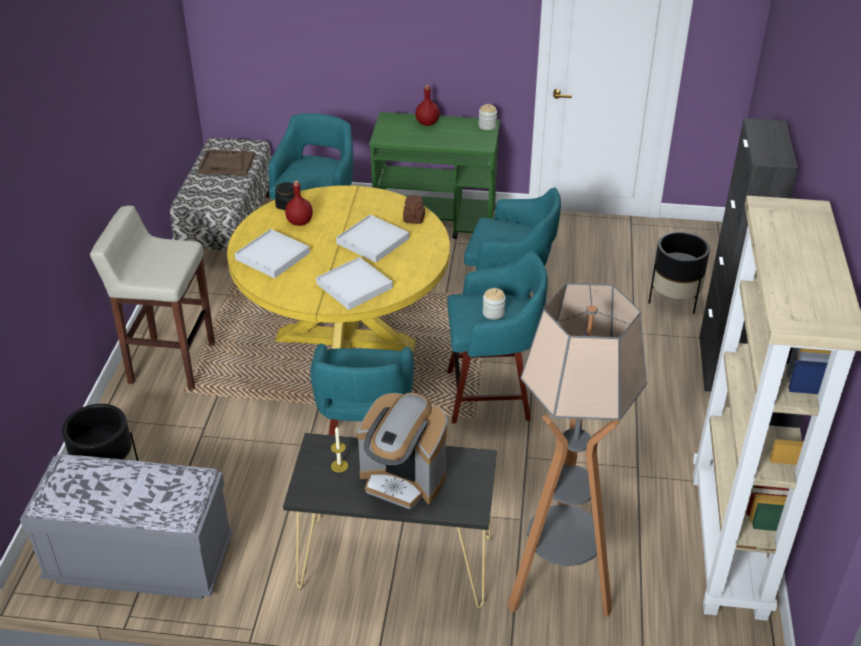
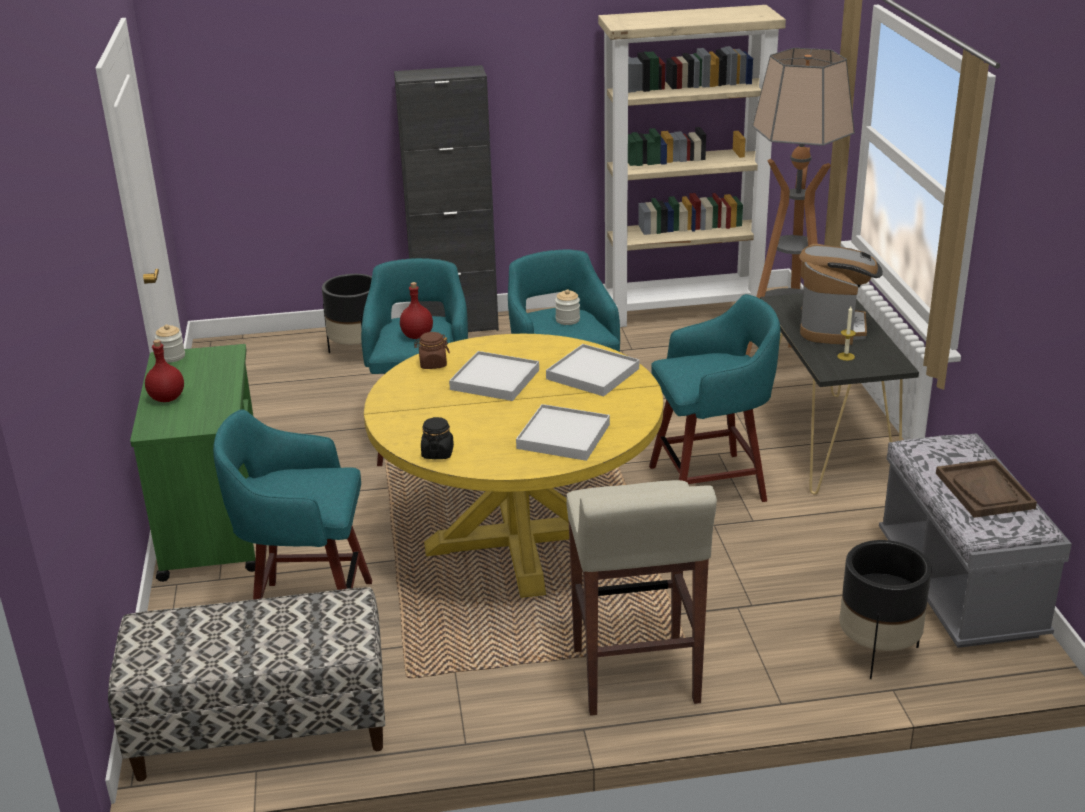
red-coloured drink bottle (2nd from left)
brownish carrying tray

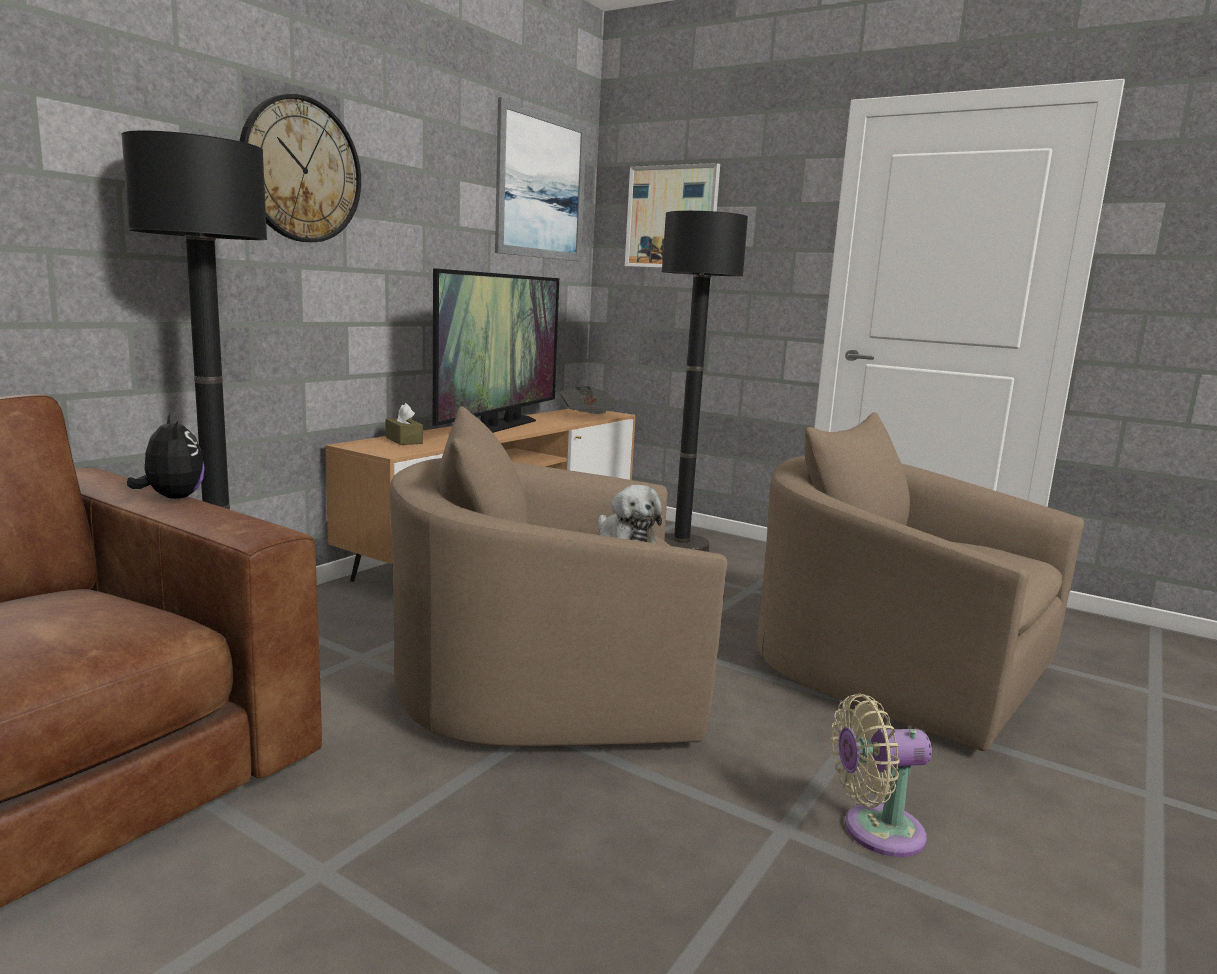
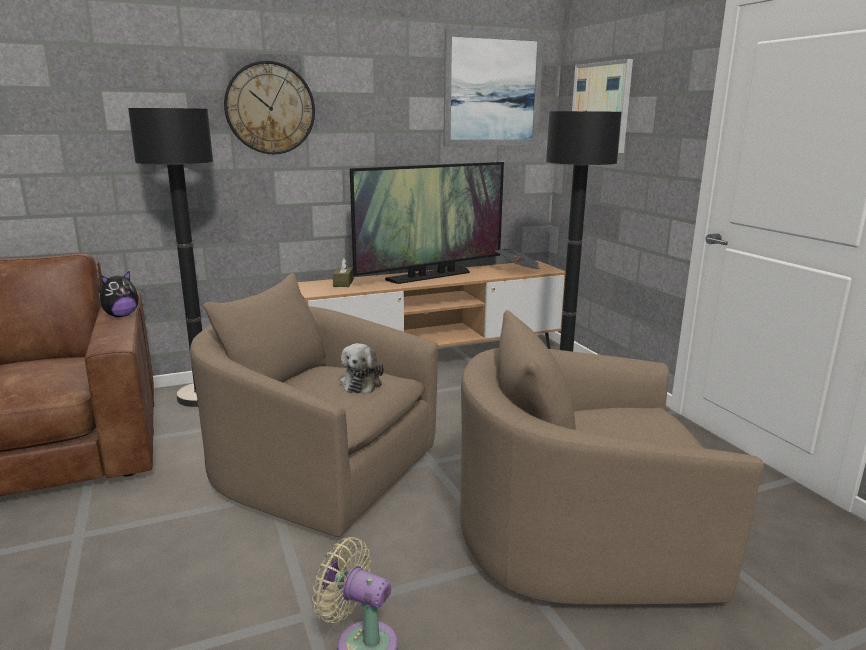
cuddly toy (1st from left)
sand-coloured easy chair (2nd from left)

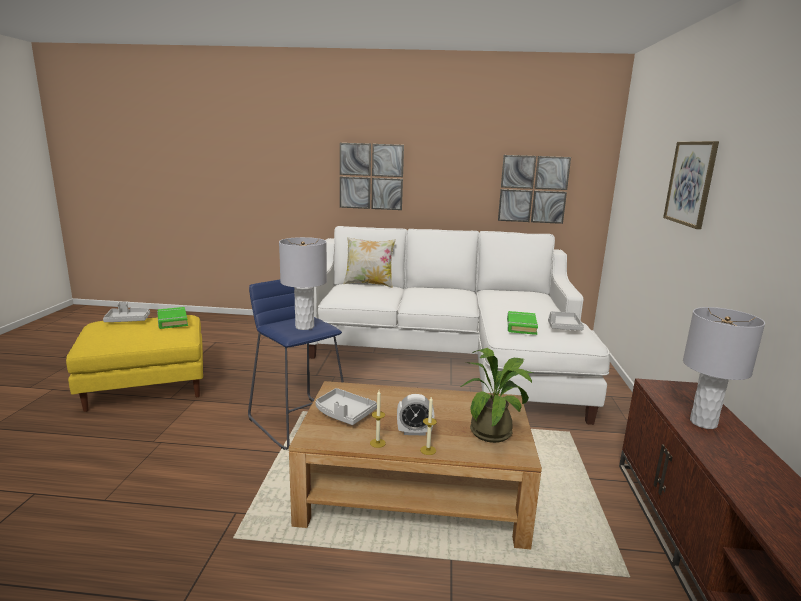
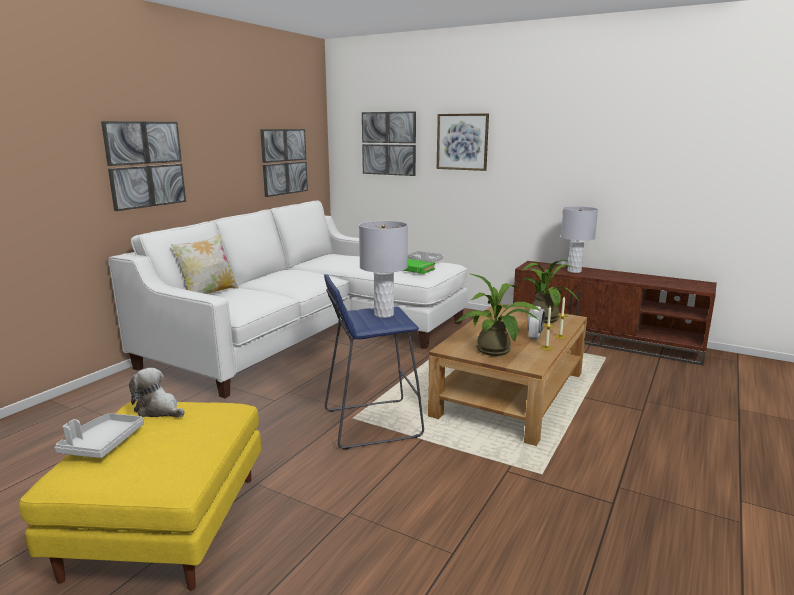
cuddly toy
wall art (3rd from left)
potted plant (1st from left)

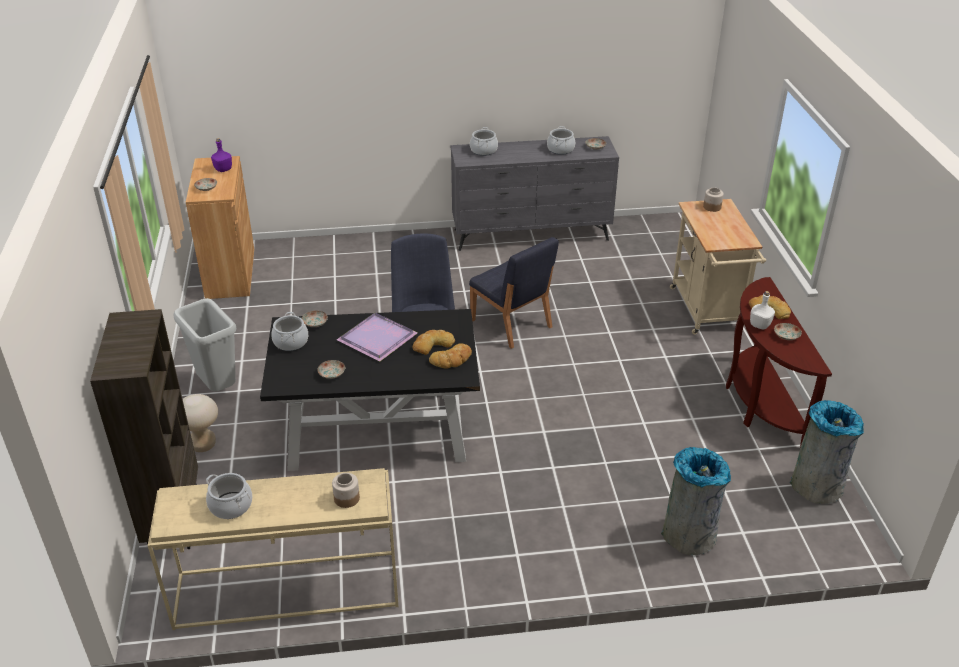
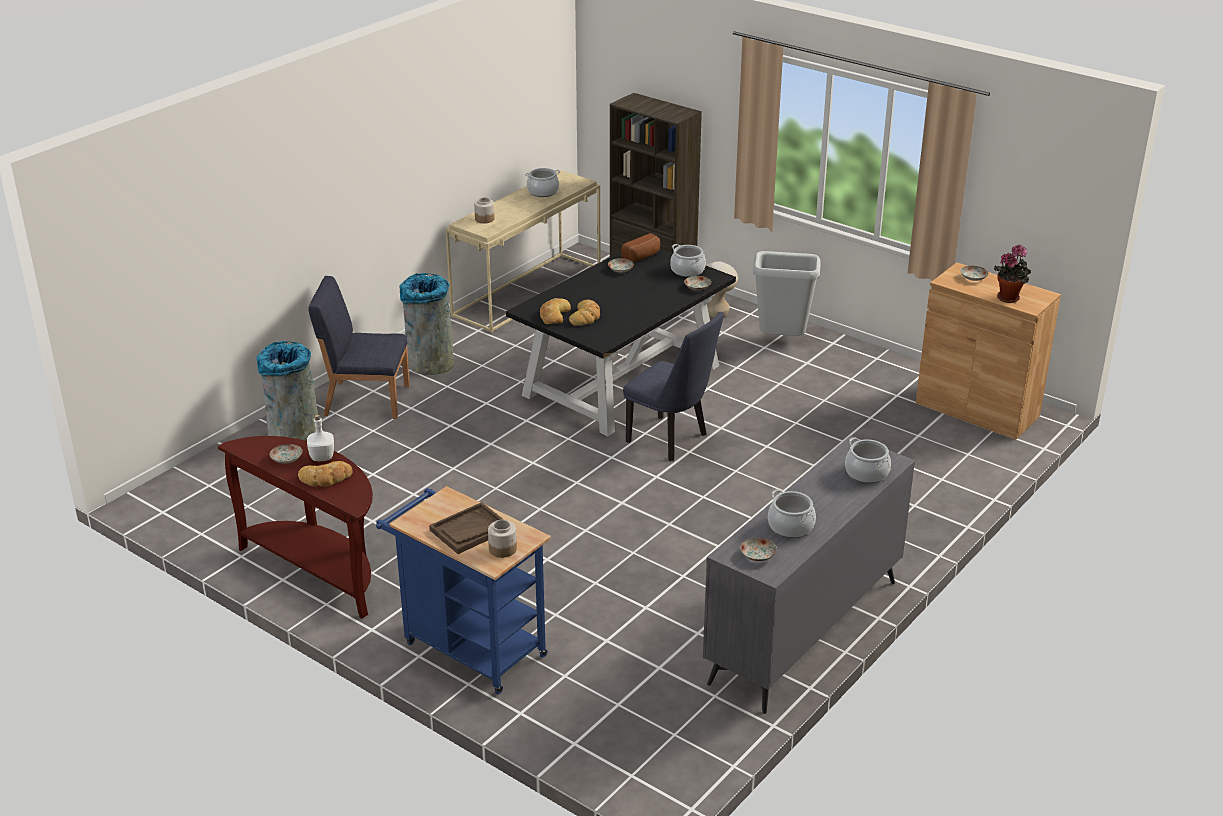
blue-coloured chair (1st from left)
blue-coloured wheeled cart
grey rubbish bin (2nd from left)
brownish carrying tray
baked bread (4th from left)
potted plant
purple carrying tray

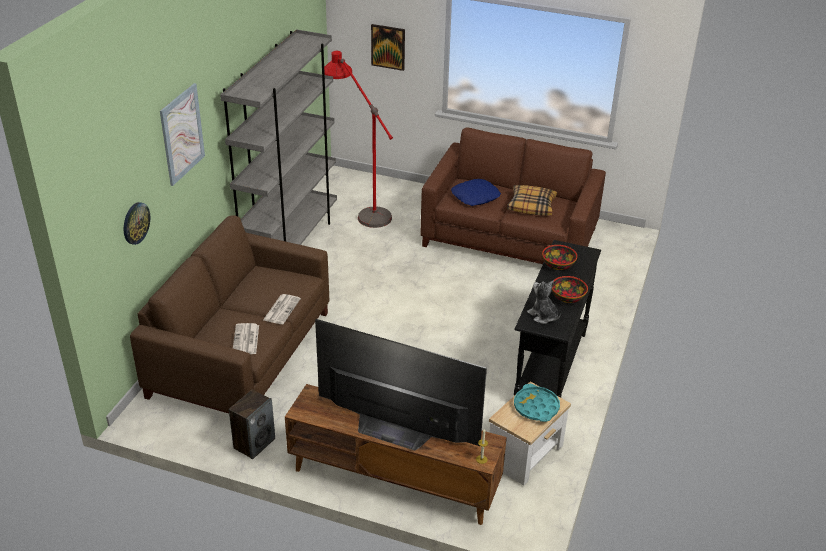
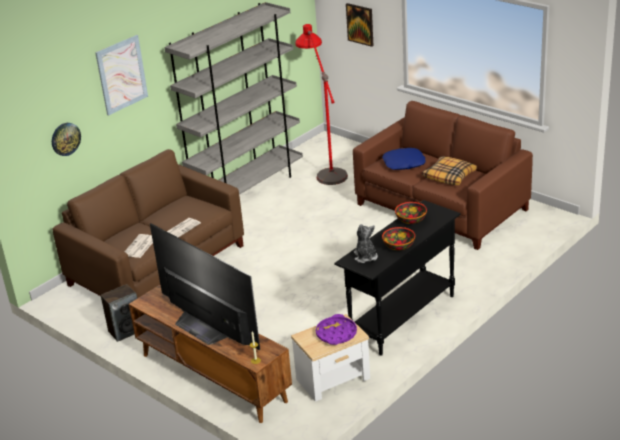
purple carrying tray

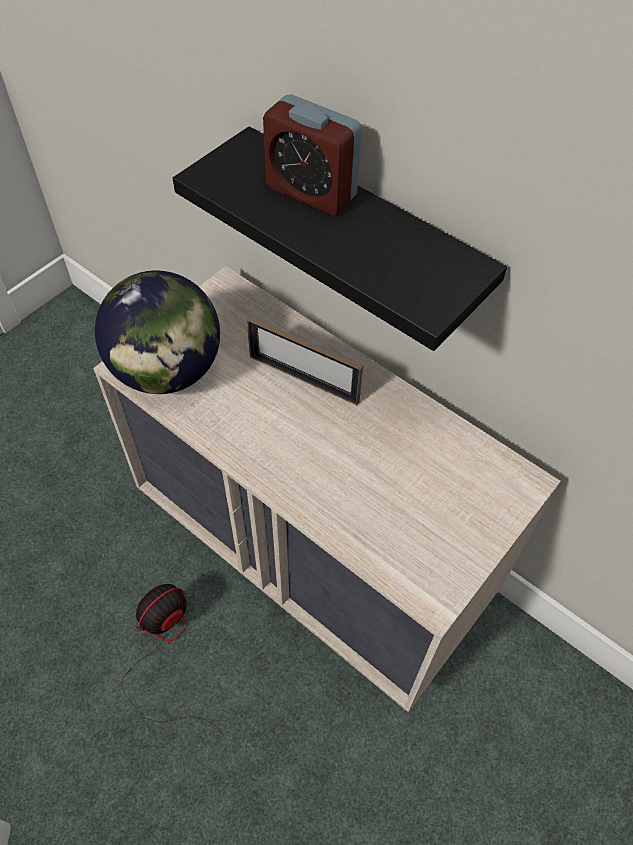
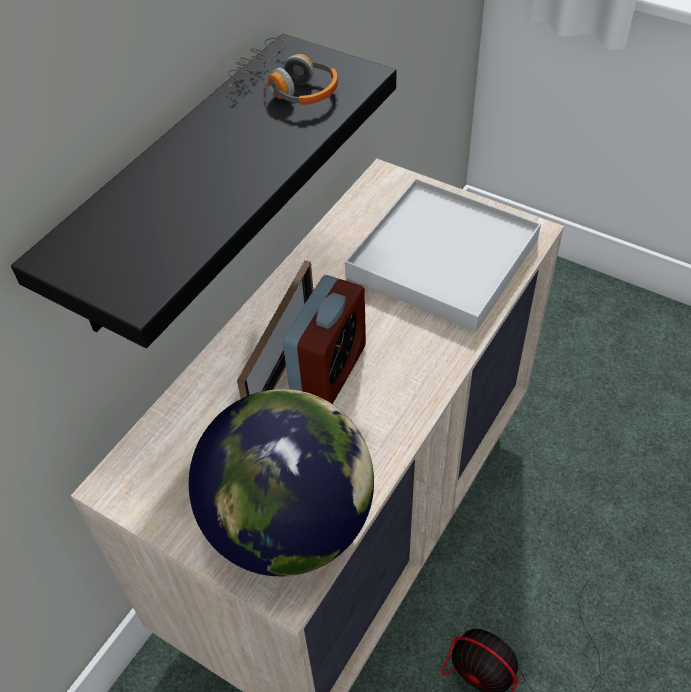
headset
bedside clock
white-coloured carrying tray

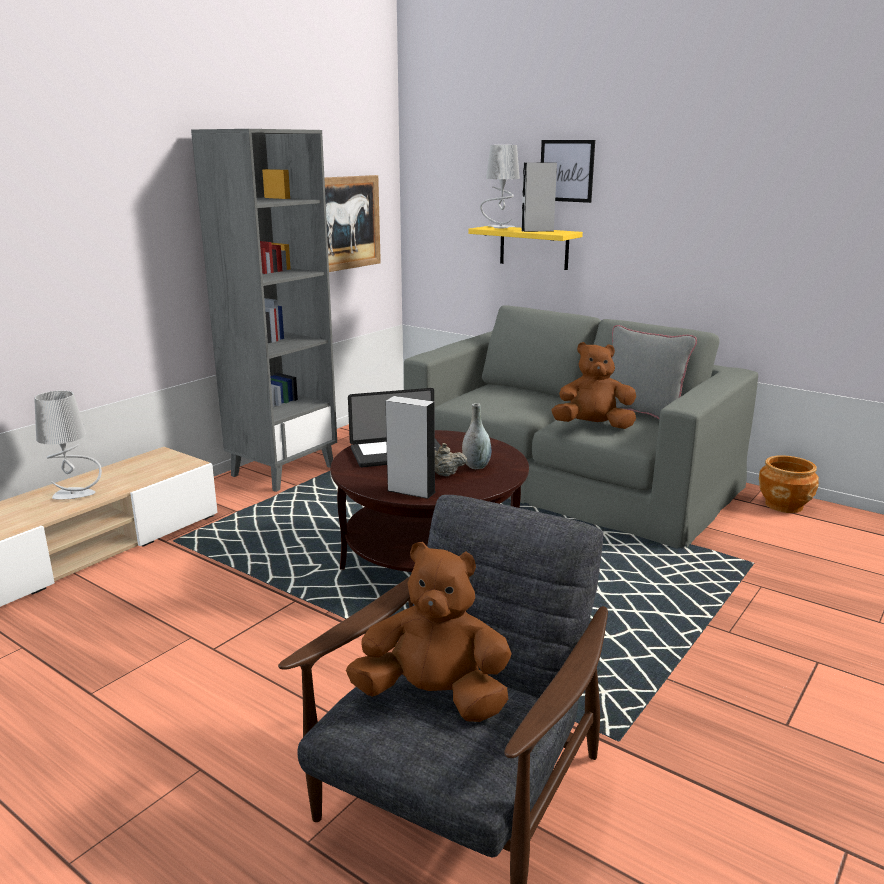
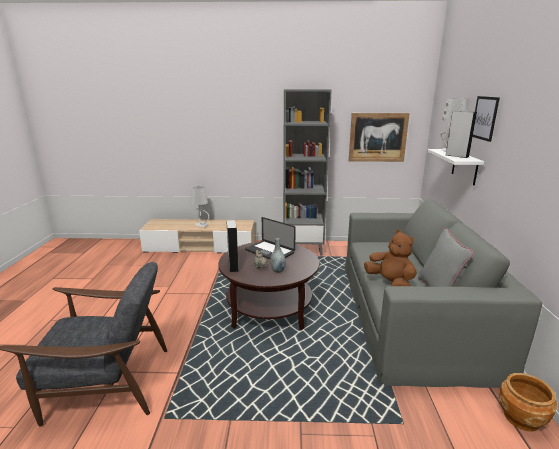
white-coloured bracket shelf
brownish cuddly toy (1st from left in the first image)

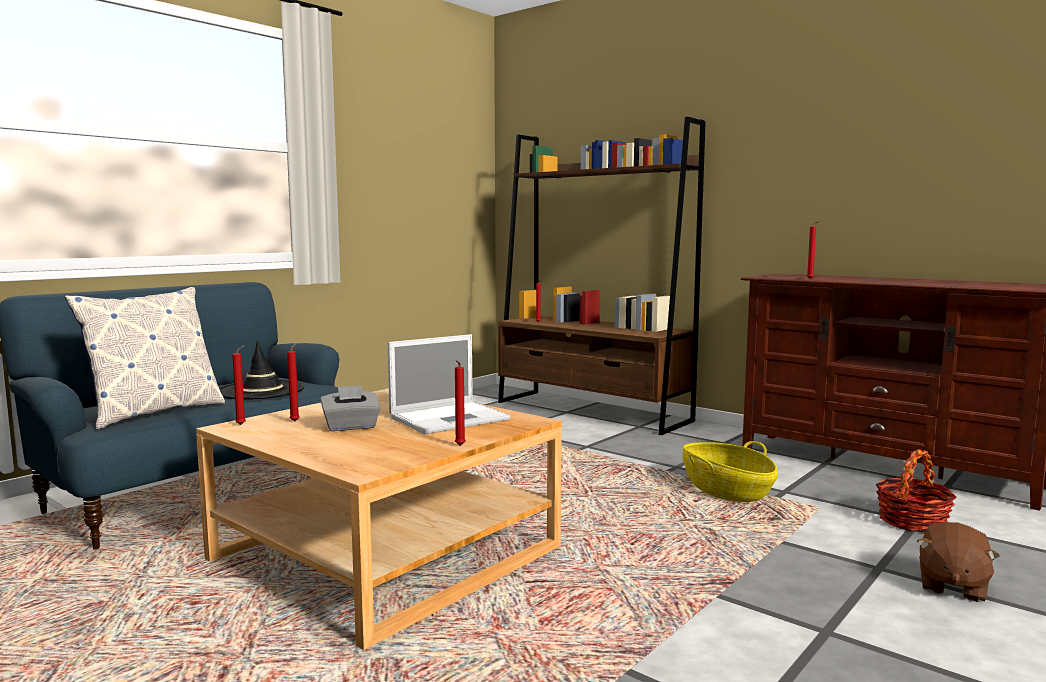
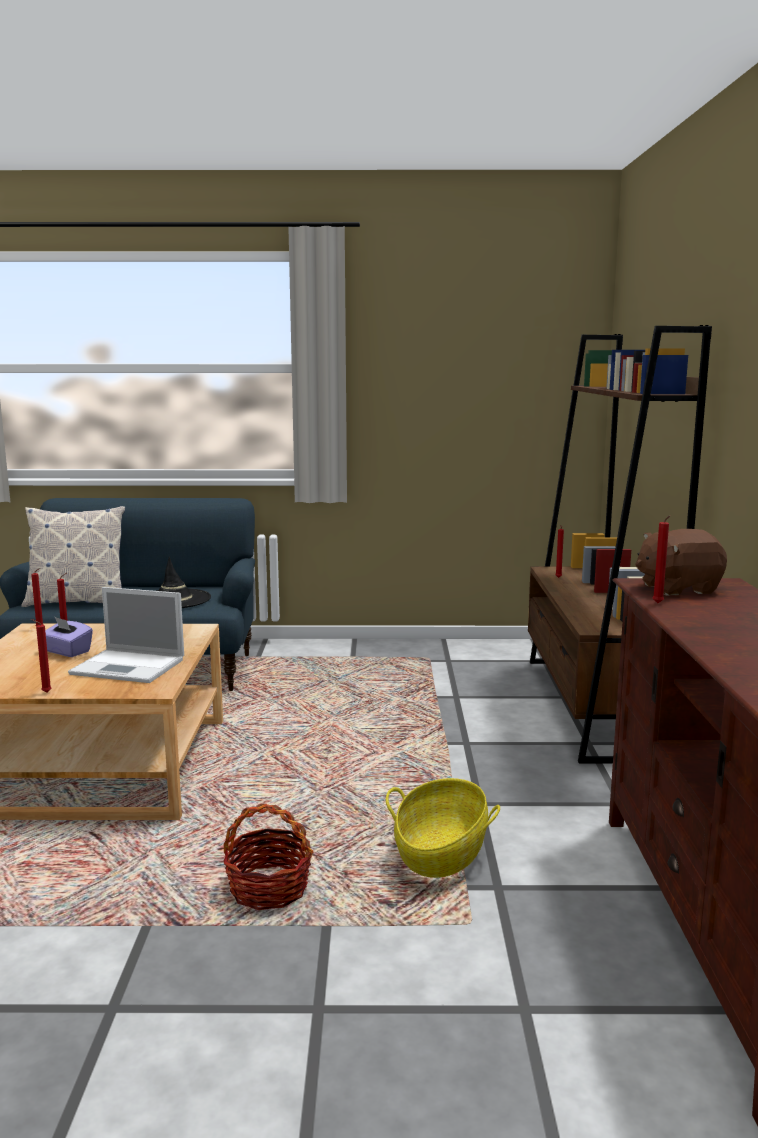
purple box of tissues
storage basket (1st from left)
brownish cuddly toy

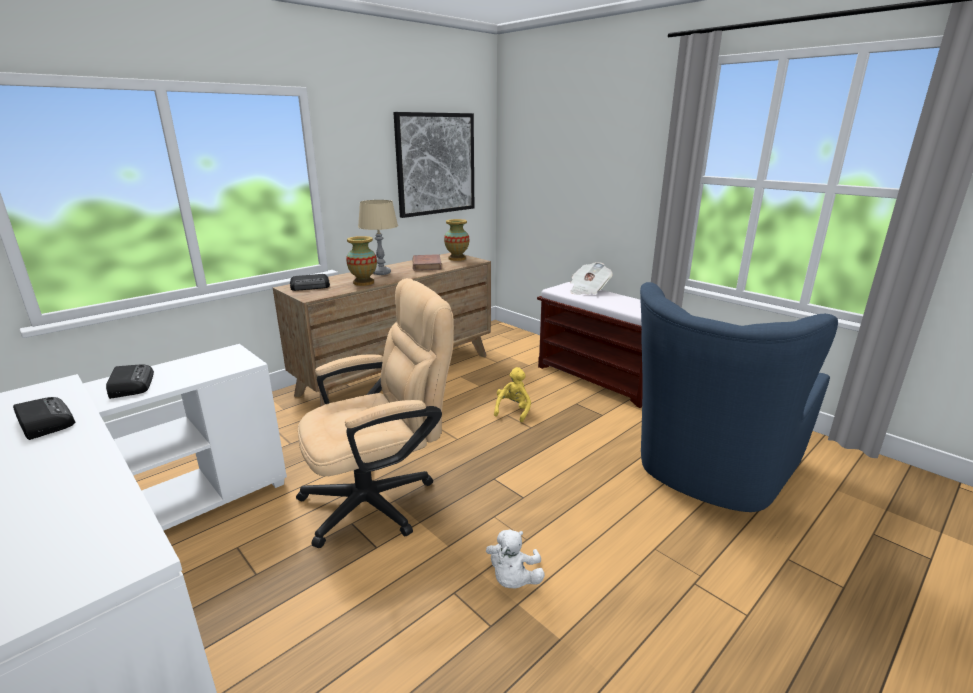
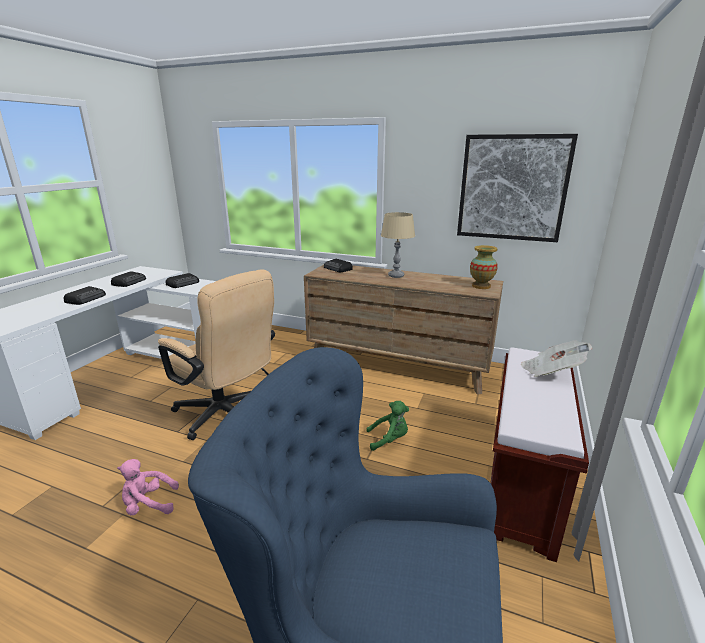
radio receiver (1st from left)
pink cuddly toy
green-coloured cuddly toy
flower vase (1st from left in the first image)
brownish book

